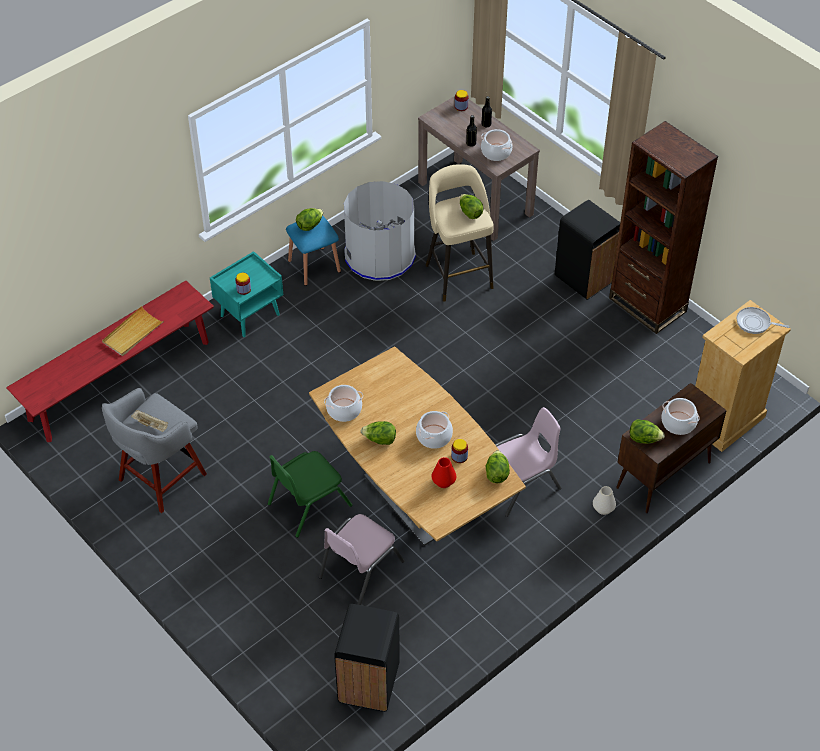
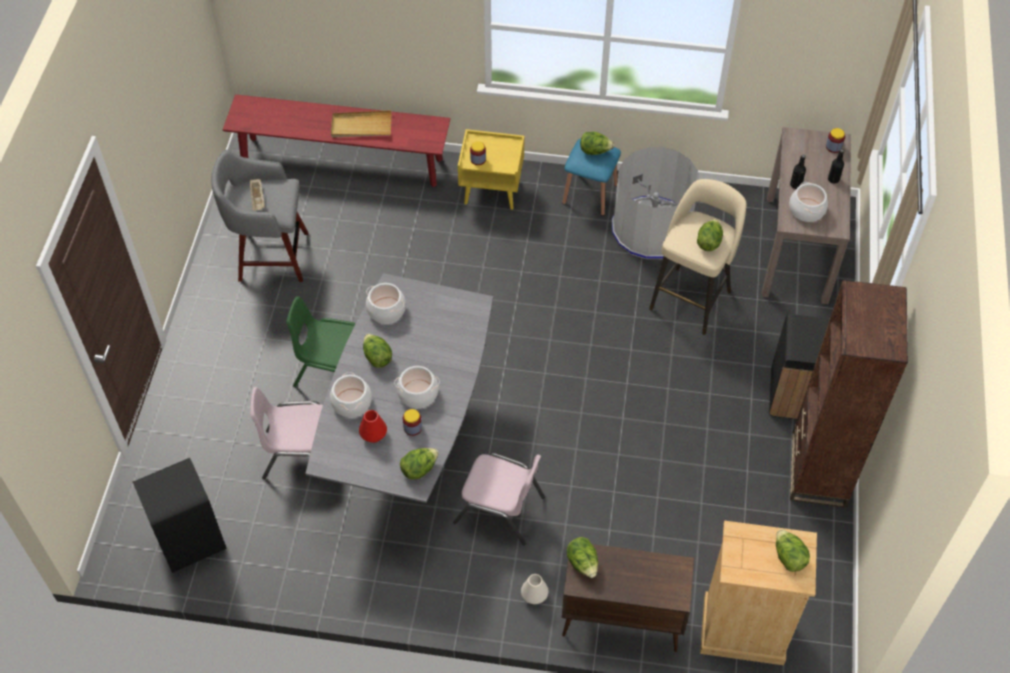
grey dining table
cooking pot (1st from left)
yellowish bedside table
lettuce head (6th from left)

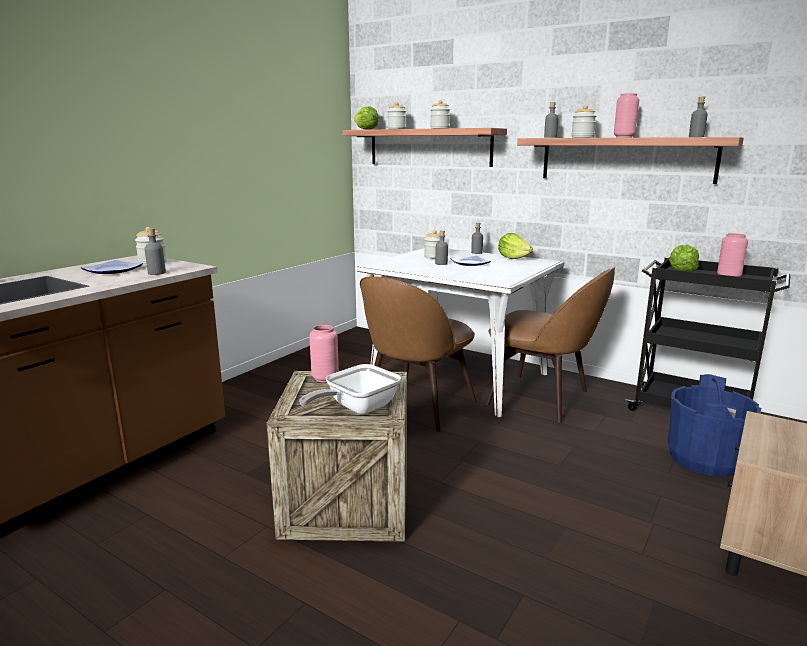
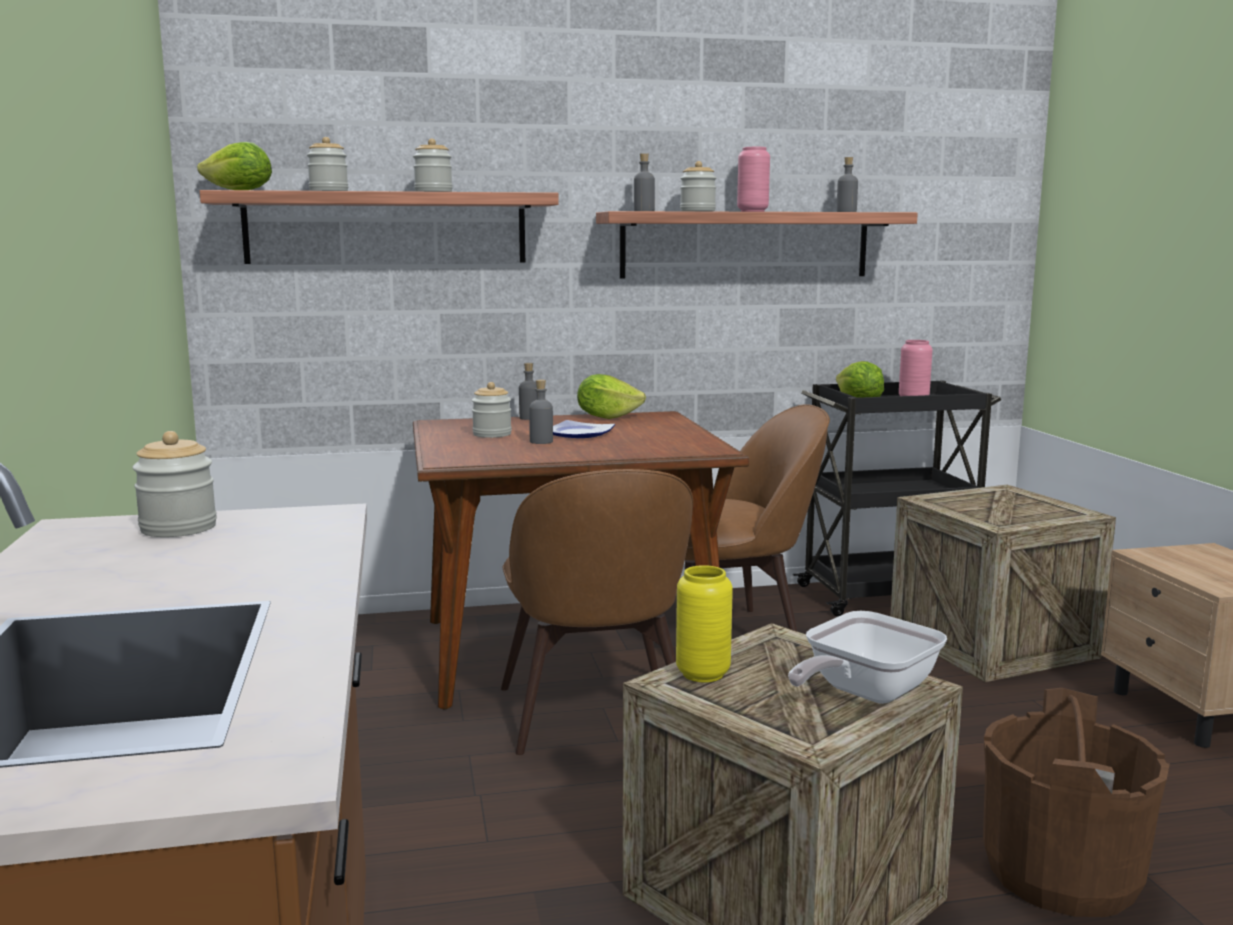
brownish dining table
yellowish flower vase
skillet
crate (2nd from left)
brownish pail
flat dish (1st from left in the first image)
grey drink bottle (1st from left in the first image)

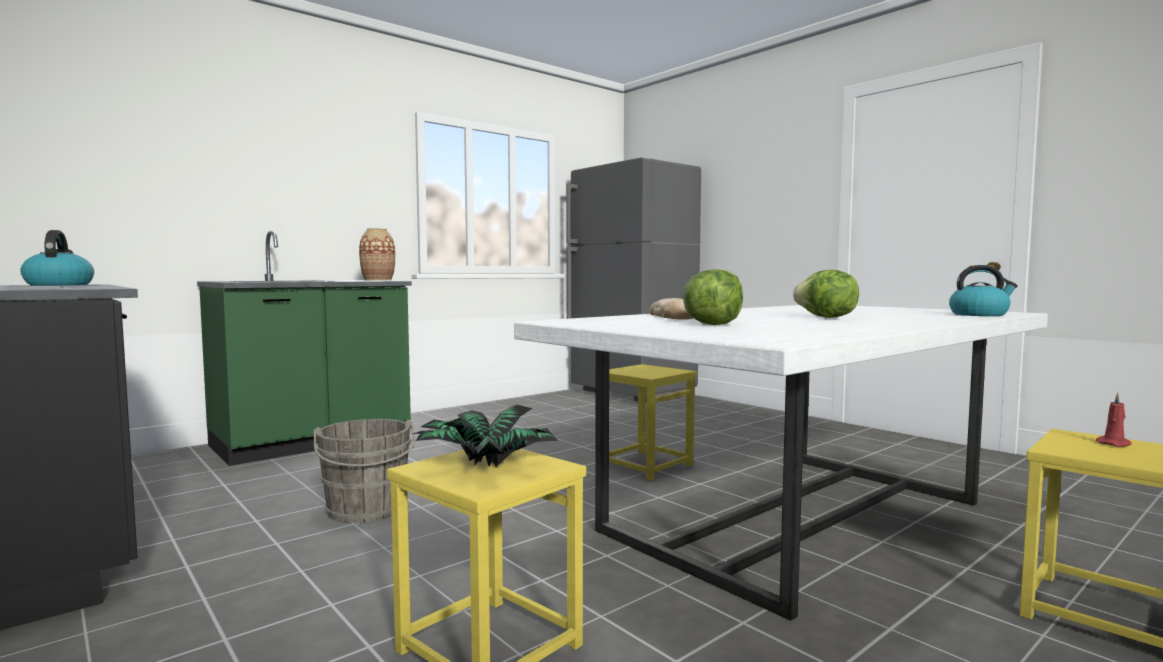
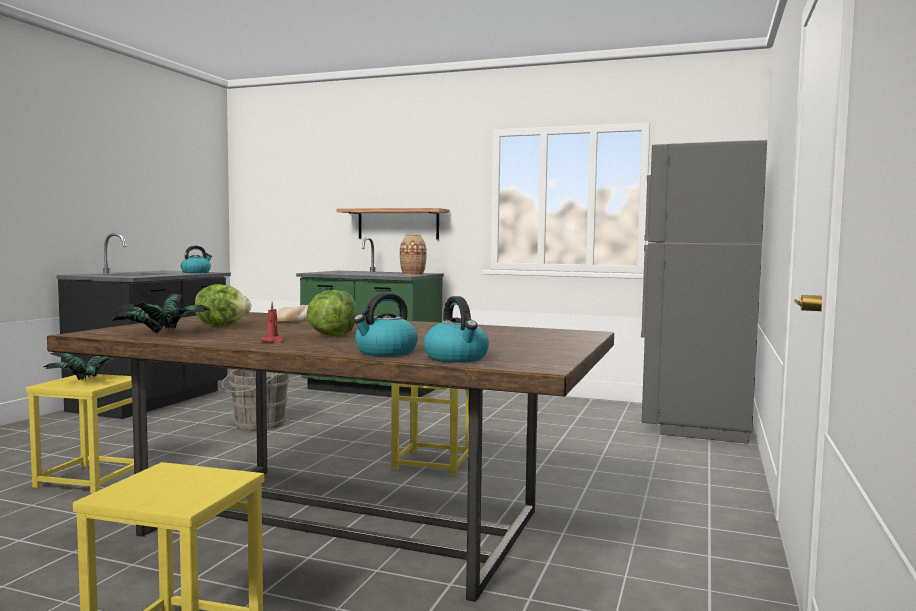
brownish dining table
potted plant (2nd from left)
red-coloured wax light
bracket shelf
kettle (2nd from left)

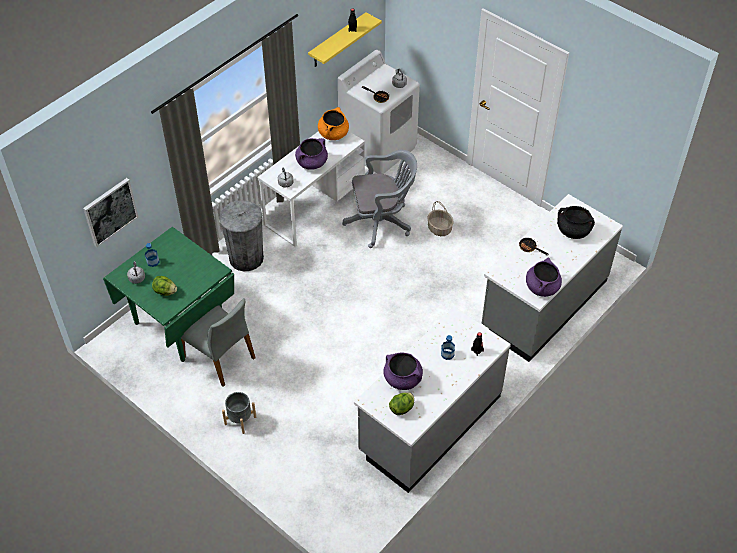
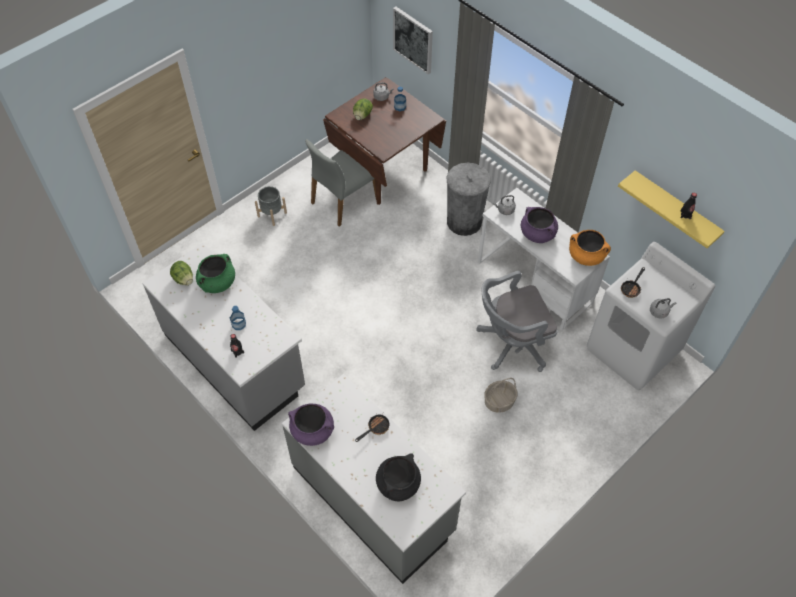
green-coloured cooking pot
brownish dining table
grey desk chair

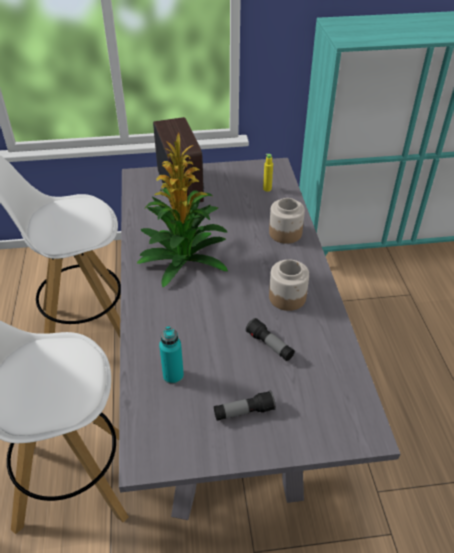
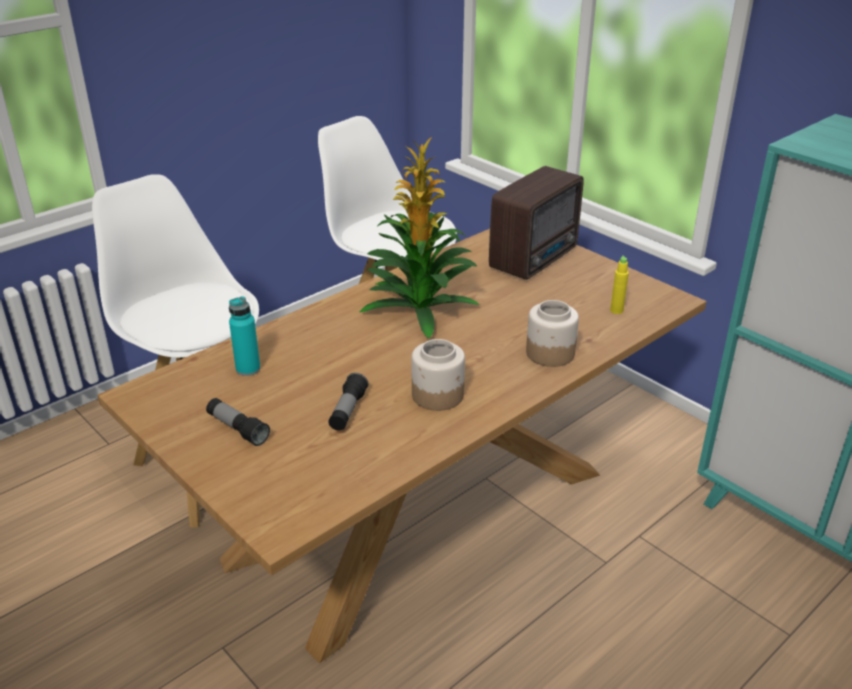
brownish dining table

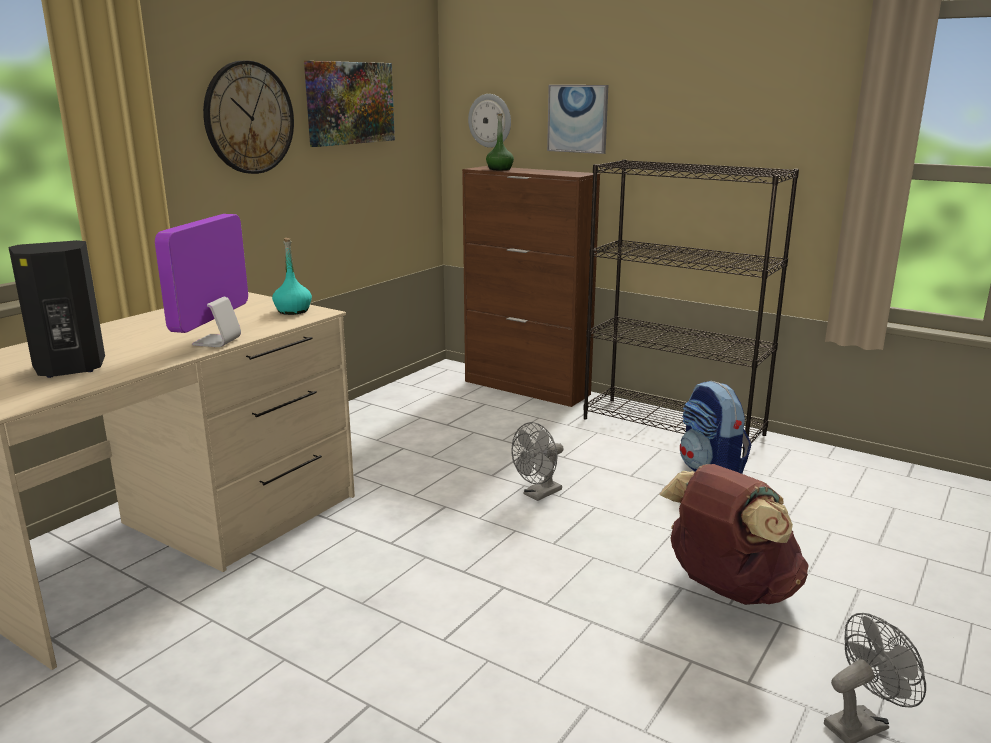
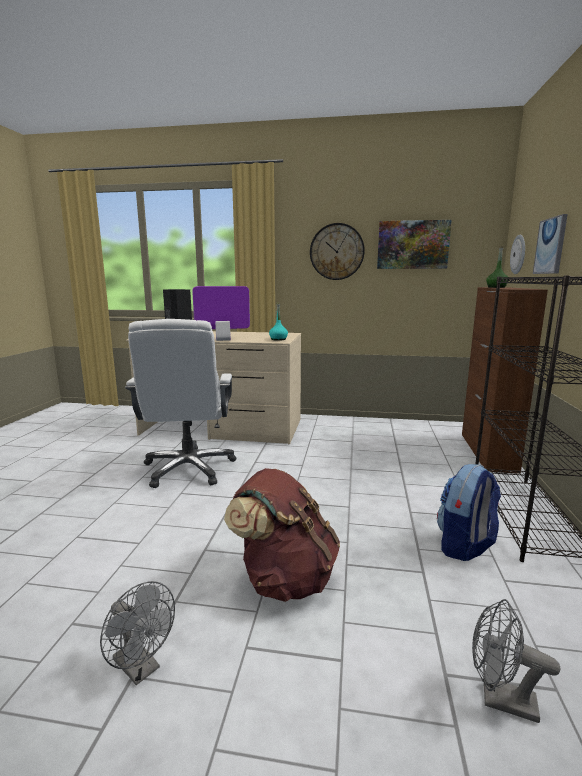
white-coloured desk chair
grey fan (2nd from left)

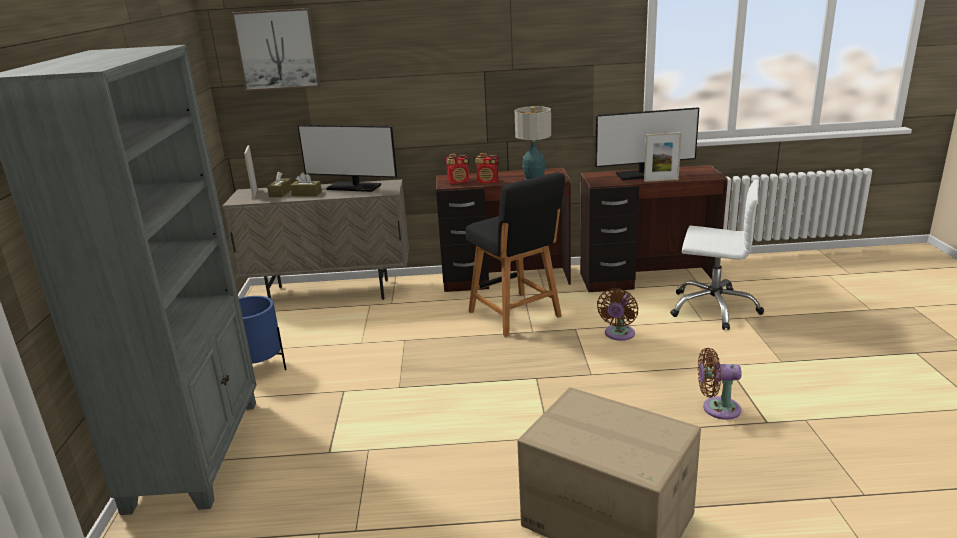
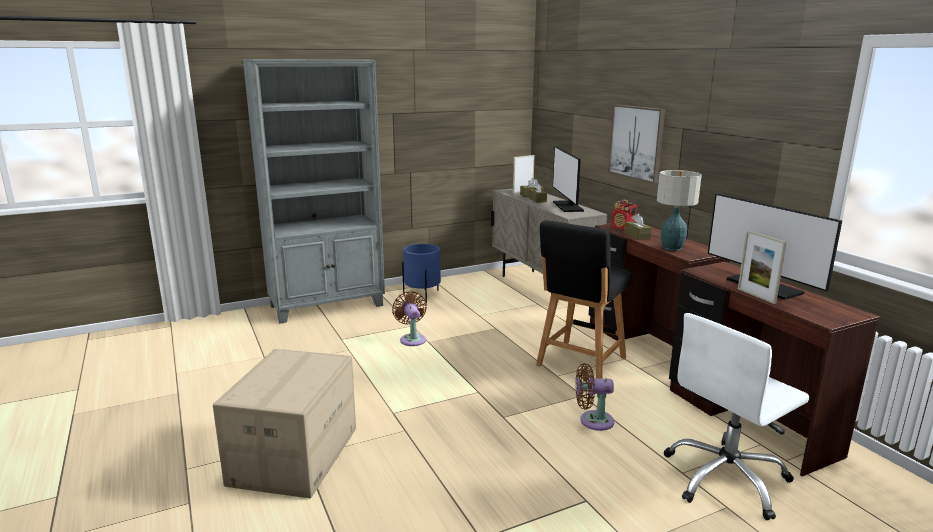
brownish fan (1st from left)
wall art
brownish box of tissues (3rd from left)
white-coloured desk chair

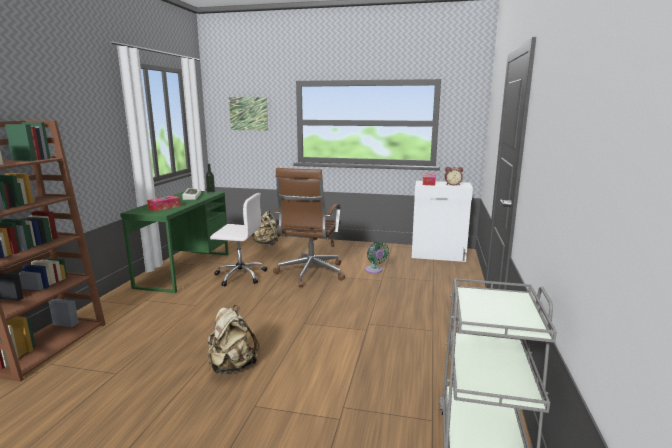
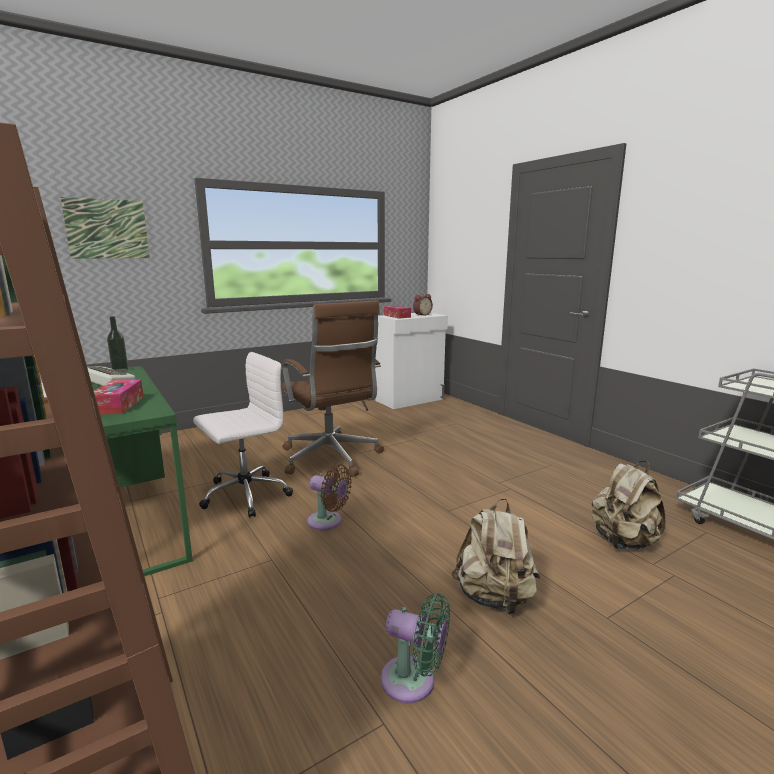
brownish fan
green-coloured fan
sand-coloured rucksack (2nd from left)

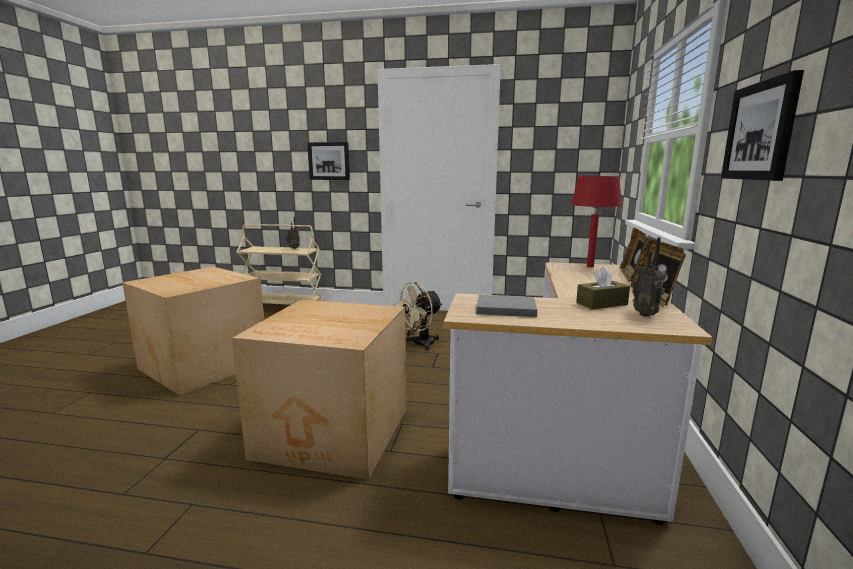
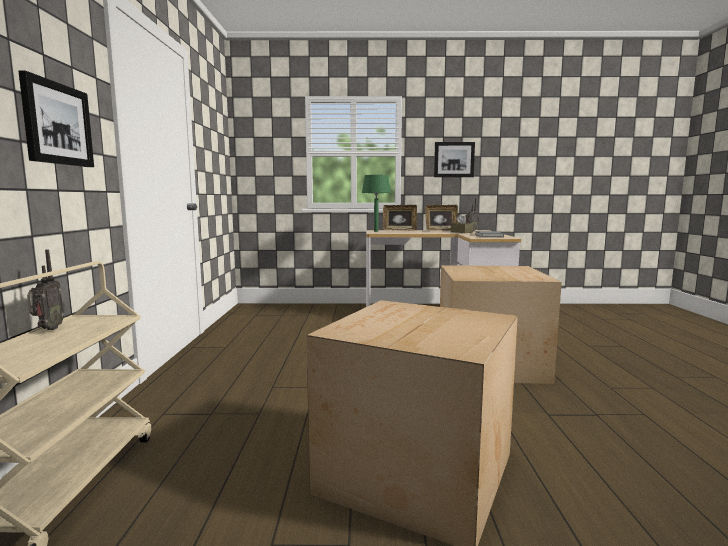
green-coloured lamp for a table
sand-coloured fan

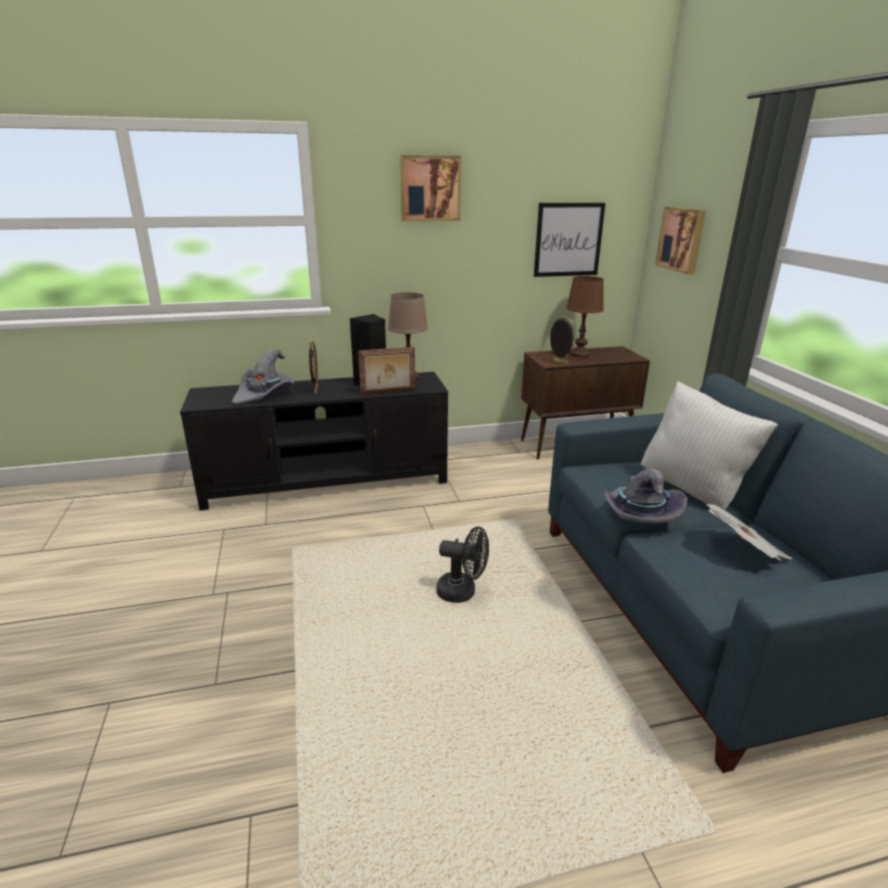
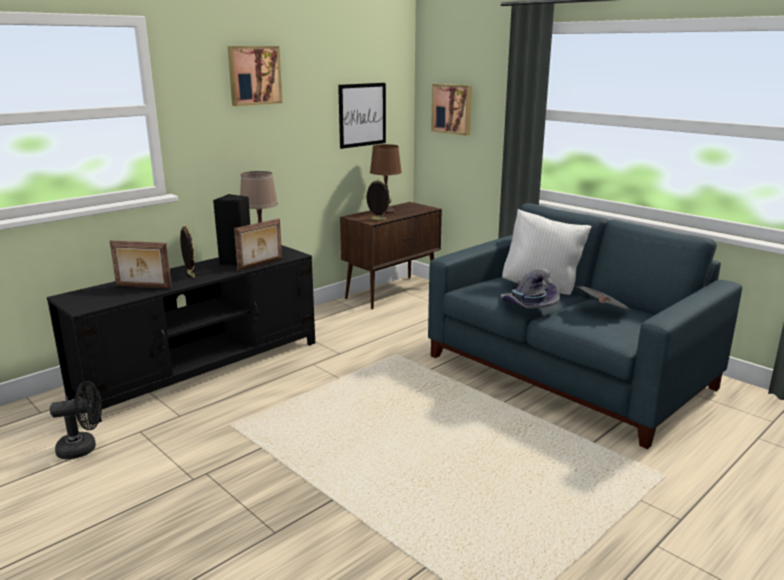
blackish fan
photo frame (1st from left)

